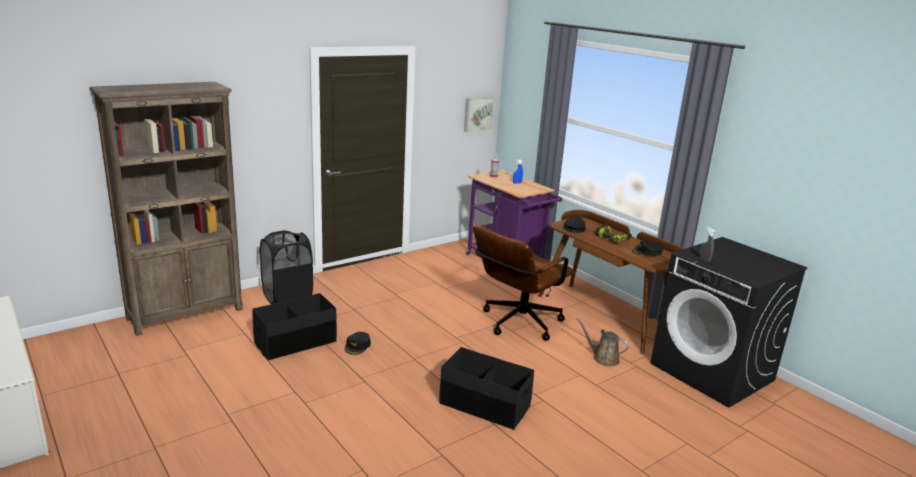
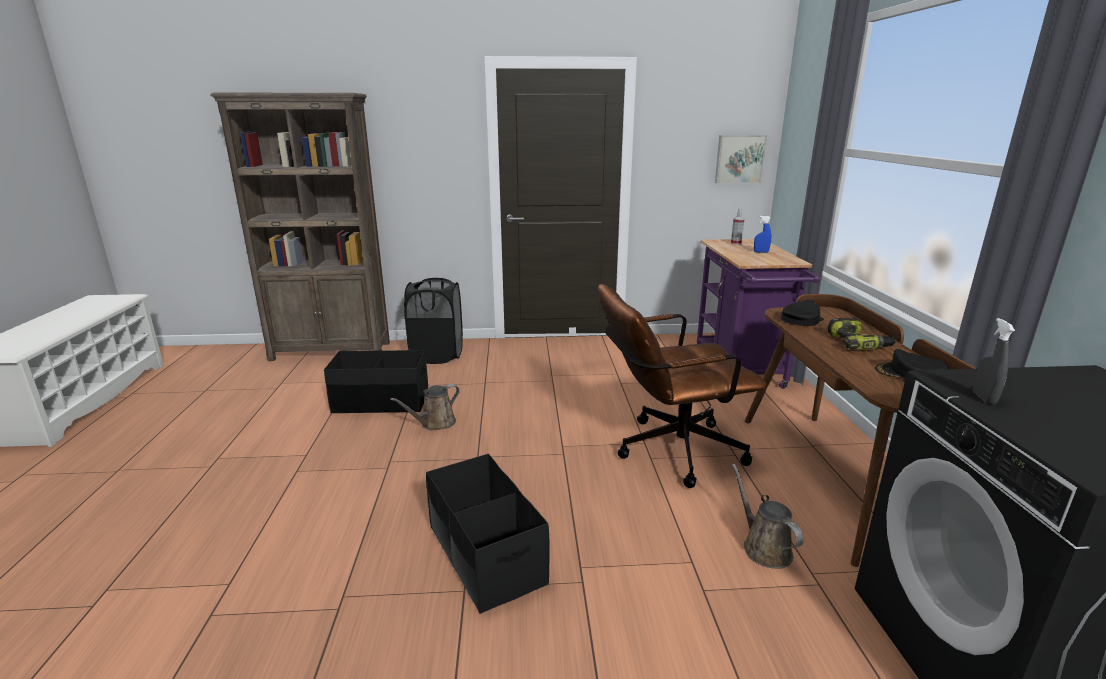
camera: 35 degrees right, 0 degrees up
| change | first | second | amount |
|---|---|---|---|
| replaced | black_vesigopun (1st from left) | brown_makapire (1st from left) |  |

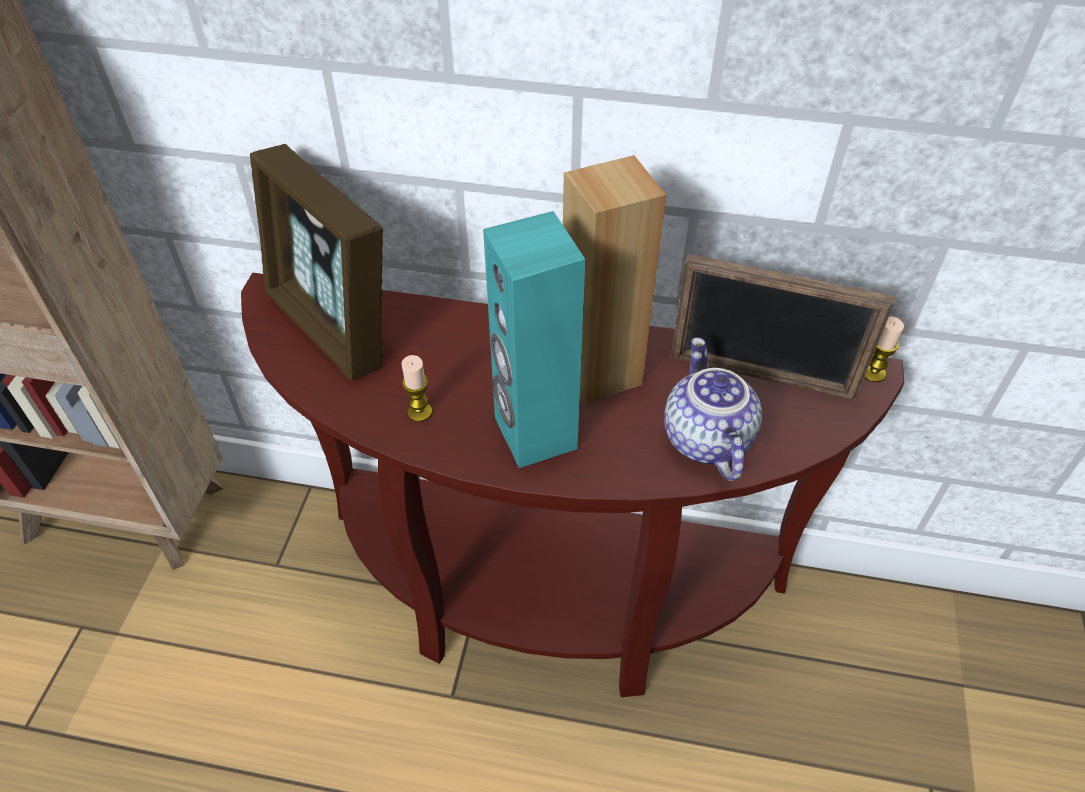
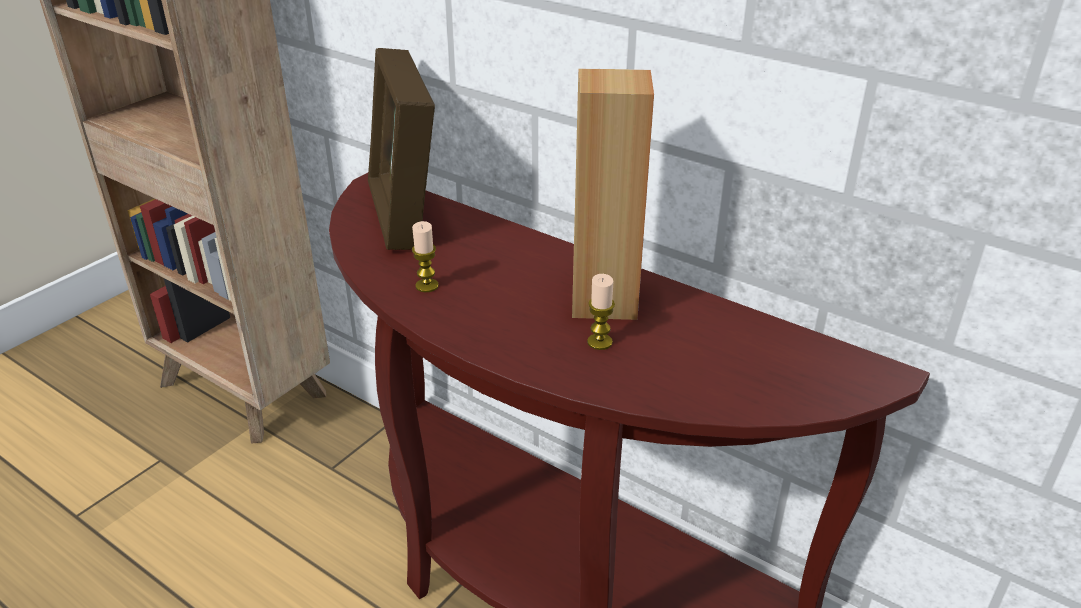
camera: 25 degrees right, 15 degrees down
| change | first | second | amount |
|---|---|---|---|
| removed | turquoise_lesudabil |  |  |
| removed | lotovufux |  |  |
| removed | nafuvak (2nd from left) |  |  |
| moved | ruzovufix (2nd from left) |  |  |

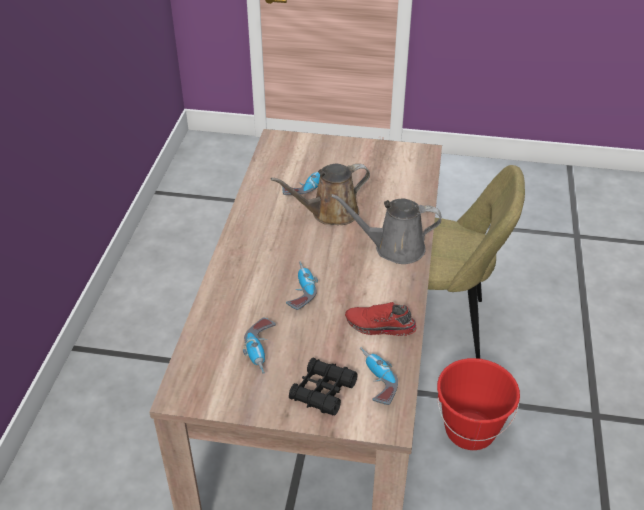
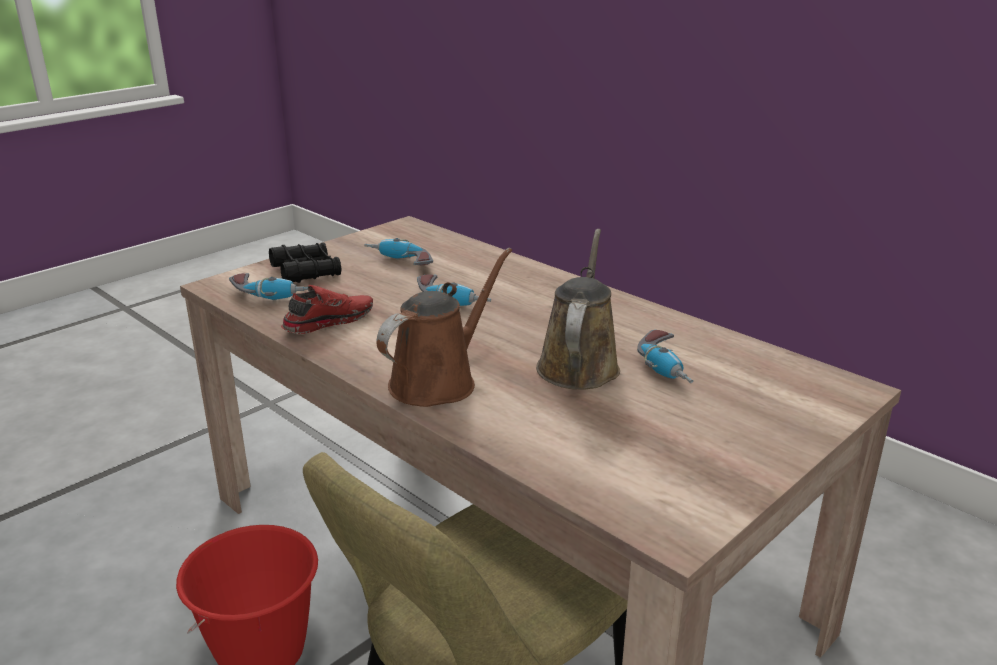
camera: 125 degrees right, 15 degrees down
| change | first | second | amount |
|---|---|---|---|
| recoloured | grey_makapire | brown_makapire (1st from left) |  |

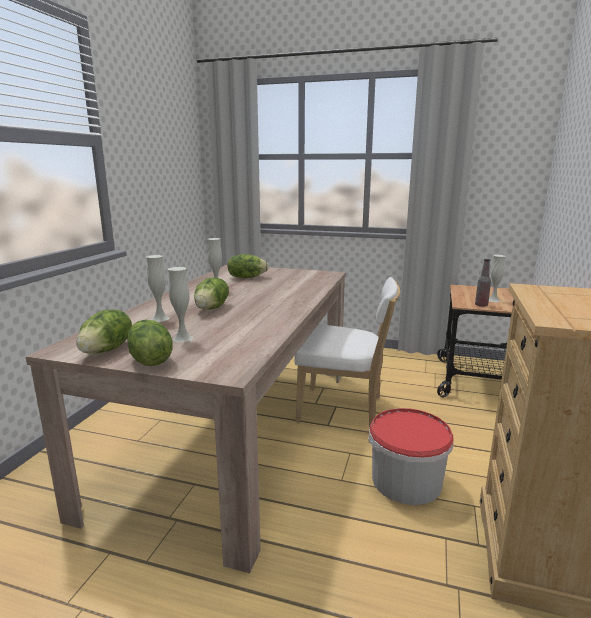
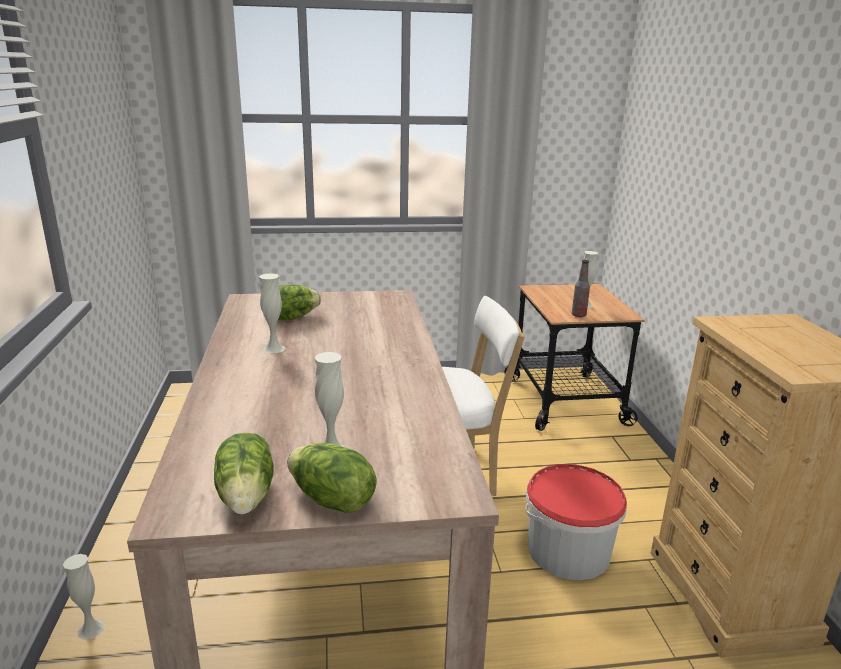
camera: 25 degrees left, 5 degrees up
| change | first | second | amount |
|---|---|---|---|
| removed | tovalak (3rd from left) |  |  |
| moved | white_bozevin (1st from left) |  |  |

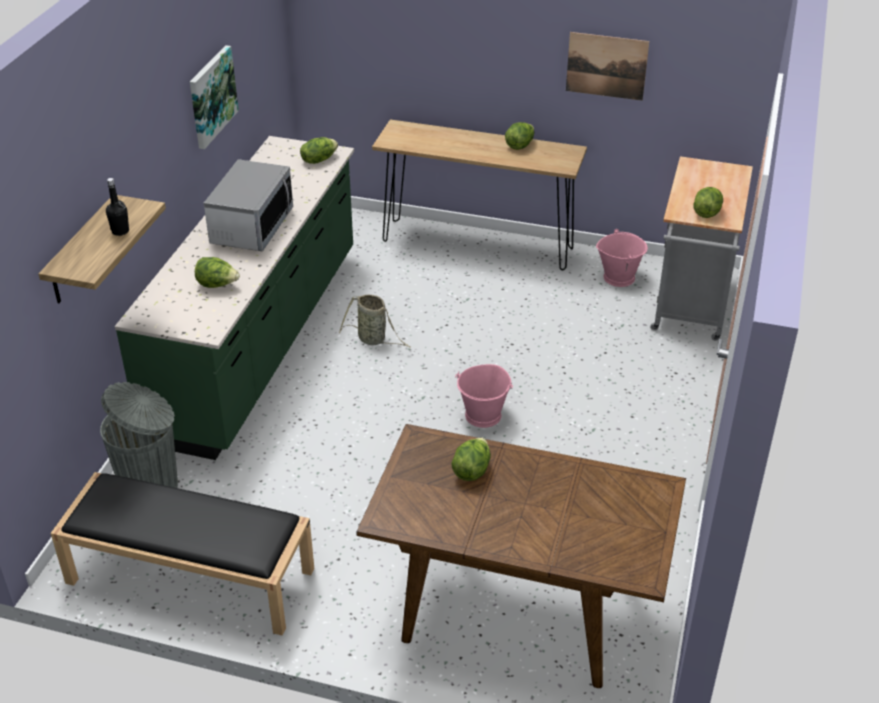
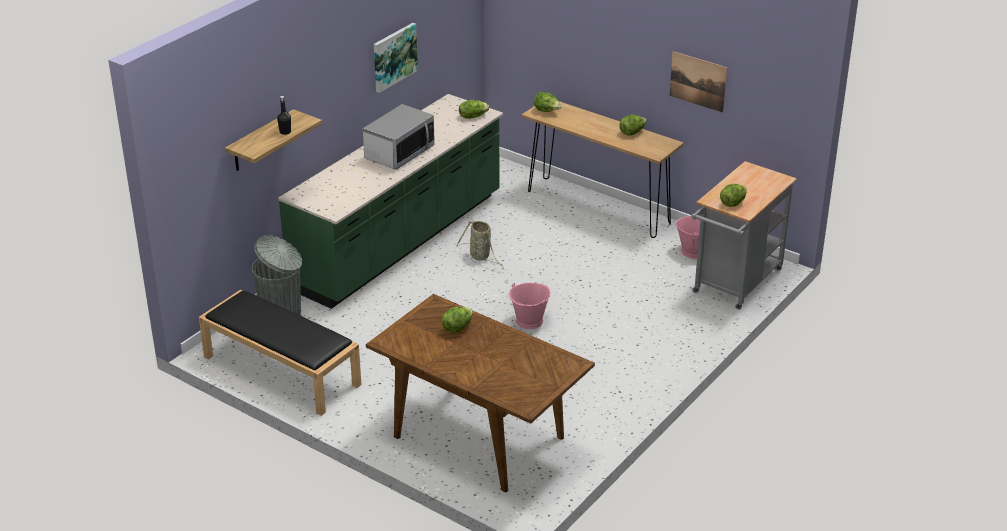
camera: 20 degrees right, 5 degrees down
| change | first | second | amount |
|---|---|---|---|
| moved | tovalak (1st from left in the first image) | tovalak (3rd from left) |  |

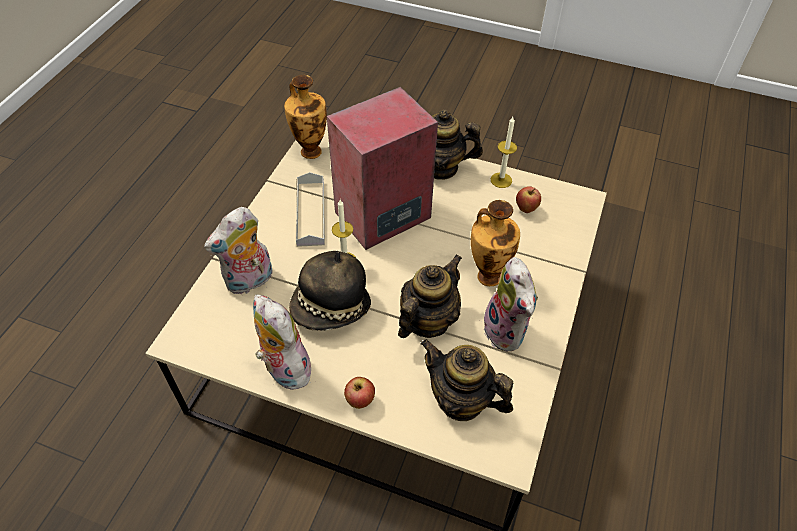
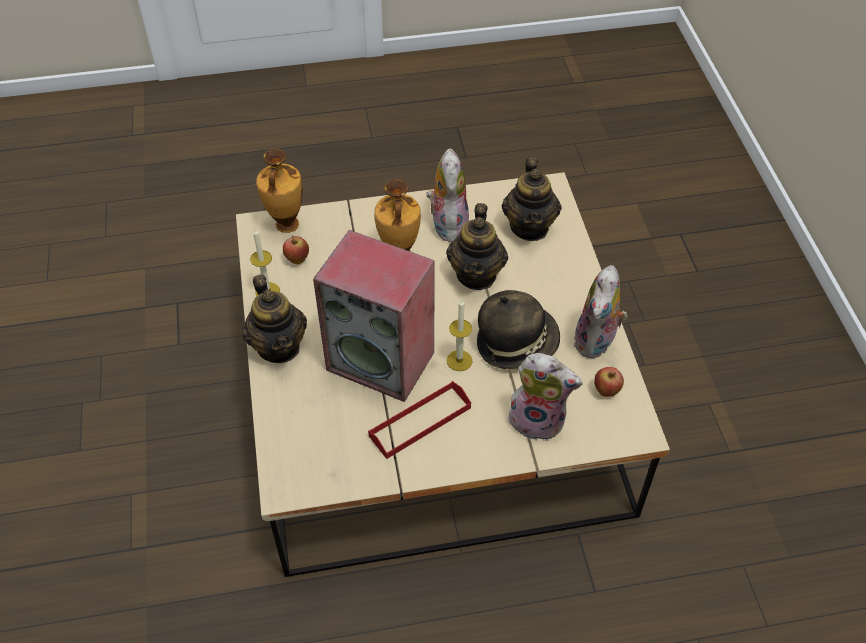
camera: 120 degrees left, 0 degrees up
| change | first | second | amount |
|---|---|---|---|
| moved | bozevin (1st from left) |  |  |
| moved | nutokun (1st from left in the first image) | nutokun (2nd from left) |  |
| recoloured | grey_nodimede | red_nodimede |  |
| turned | lotovufux (1st from left in the first image) | lotovufux (2nd from left) | 90 degrees counterclockwise |
| turned | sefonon (3rd from left in the first image) | sefonon (1st from left) | 45 degrees counterclockwise |

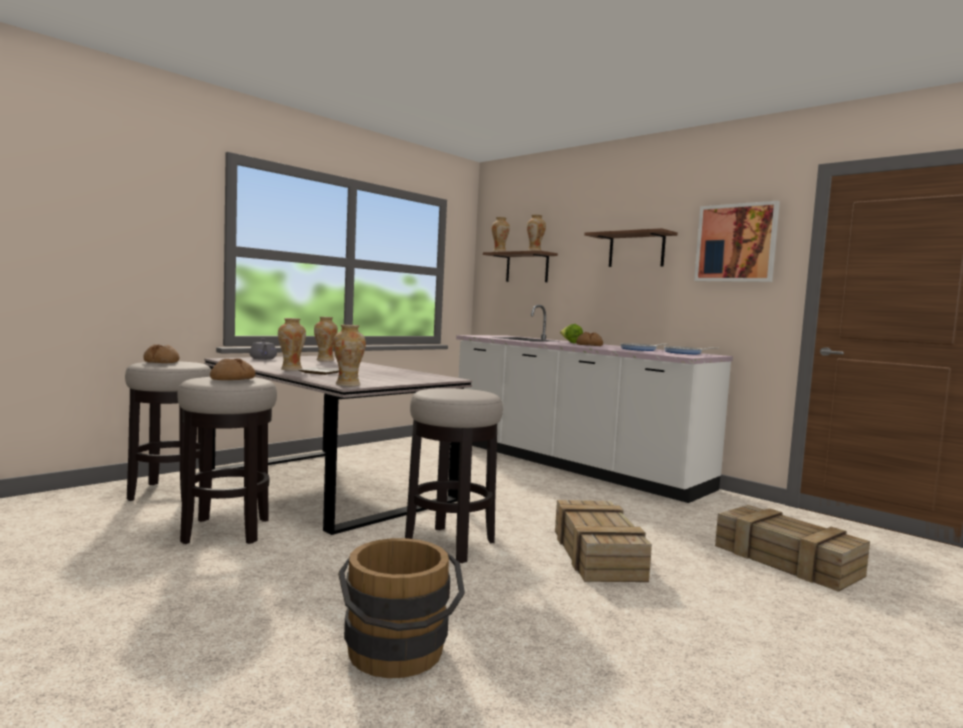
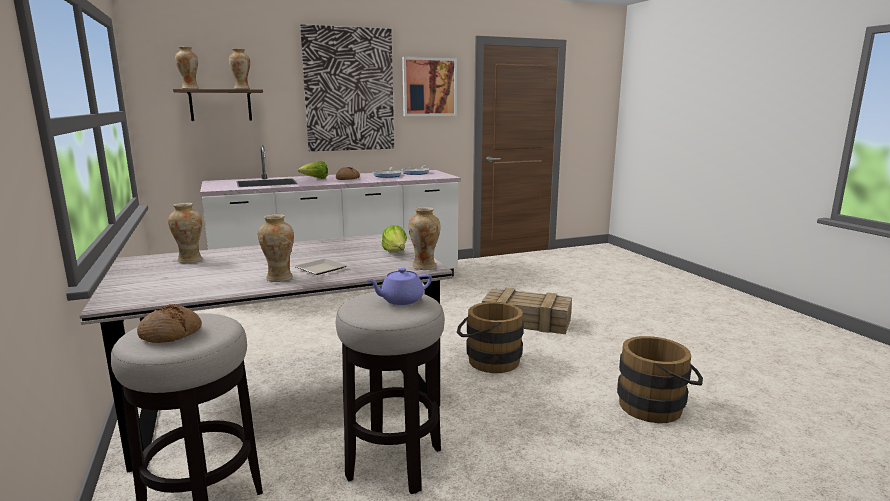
camera: 65 degrees left, 10 degrees up
| change | first | second | amount |
|---|---|---|---|
| removed | grey_lotovufux |  |  |
| removed | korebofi (2nd from left) |  |  |
| added |  | tovalak (2nd from left) |  |
| replaced | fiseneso (2nd from left) | purple_lotovufux |  |
| replaced | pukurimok (3rd from left) | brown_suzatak (1st from left) |  |
| replaced | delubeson (2nd from left) | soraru (1st from left) |  |

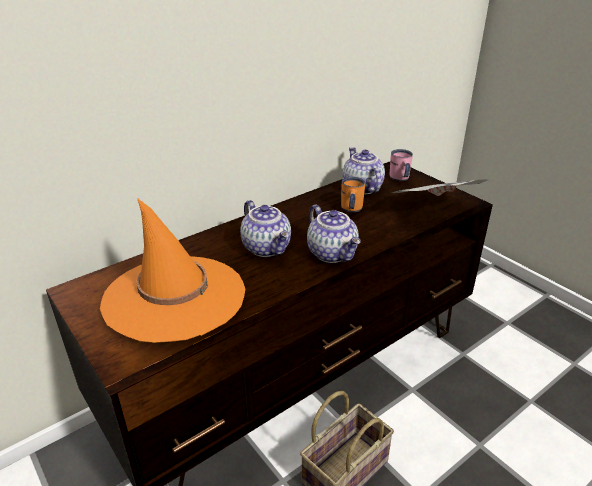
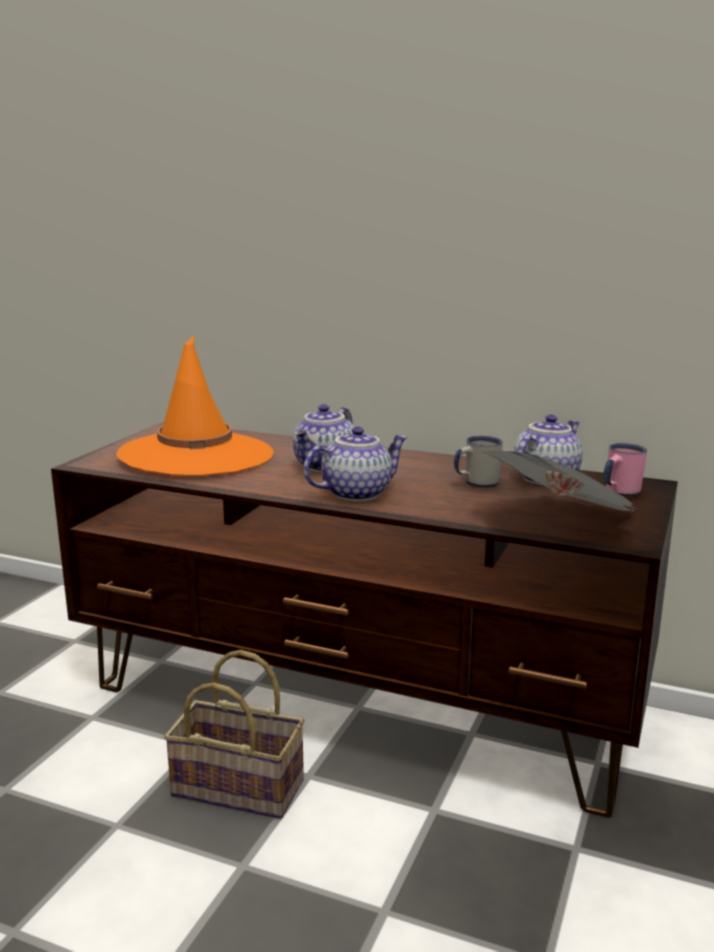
camera: 60 degrees right, 15 degrees down
| change | first | second | amount |
|---|---|---|---|
| recoloured | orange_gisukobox | white_gisukobox |  |
| turned | lotovufux (2nd from left) |  | 150 degrees counterclockwise |

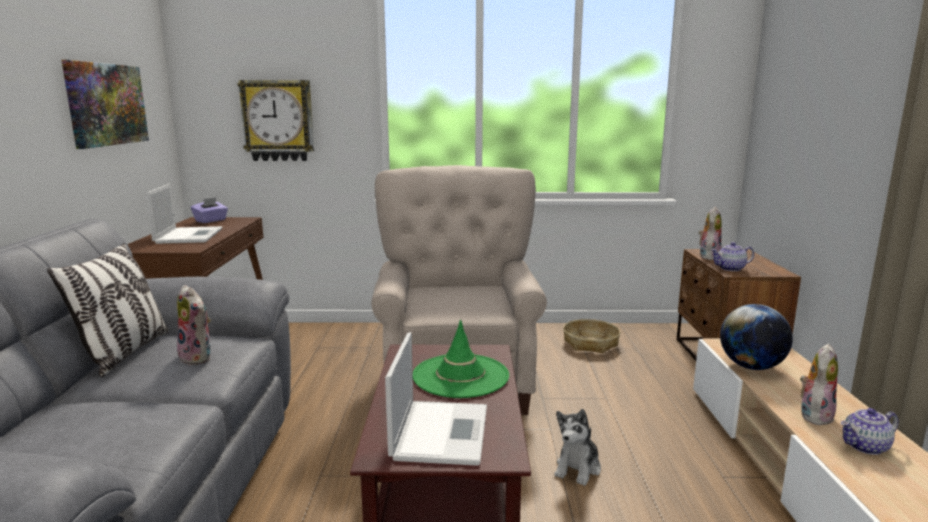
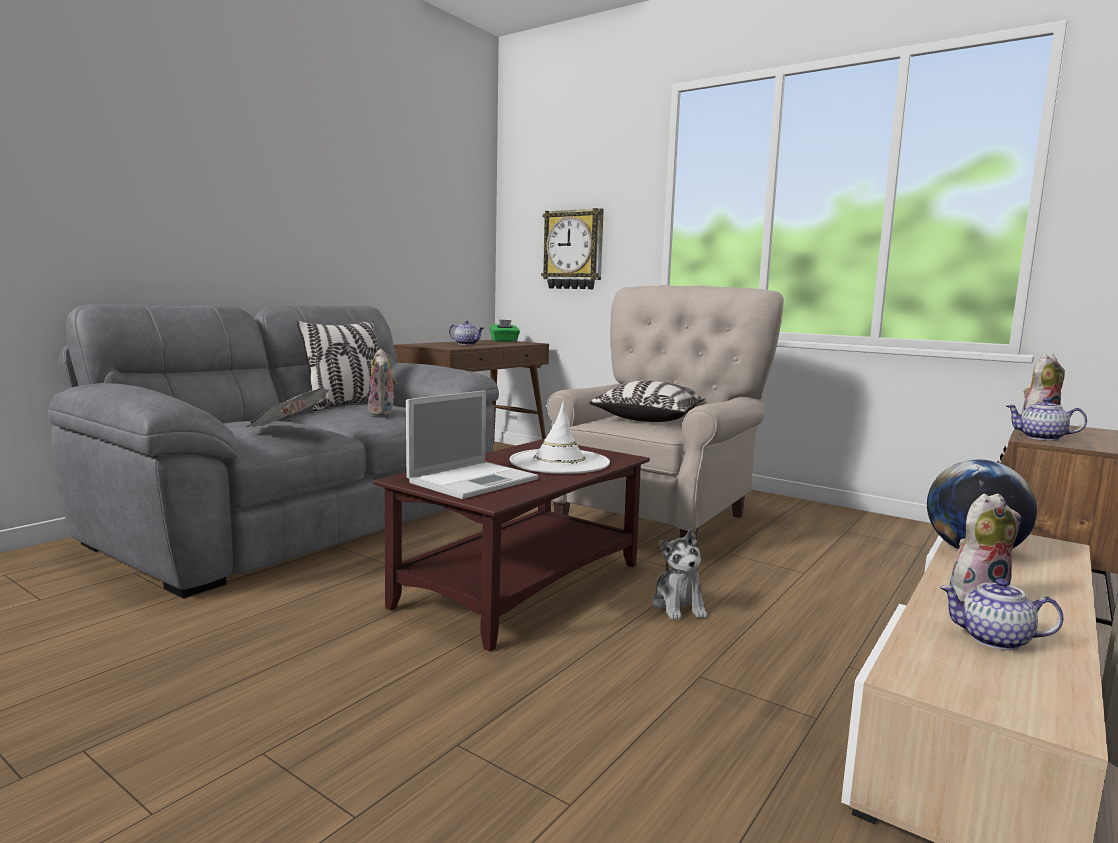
camera: 35 degrees right, 5 degrees down
| change | first | second | amount |
|---|---|---|---|
| removed | soraru |  |  |
| removed | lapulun |  |  |
| added |  | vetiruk |  |
| added |  | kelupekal (2nd from left) |  |
| replaced | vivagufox (1st from left) | lotovufux (1st from left) |  |
| recoloured | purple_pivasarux | green_pivasarux |  |
| recoloured | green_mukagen | white_mukagen |  |
| turned | sefonon (2nd from left) |  | 75 degrees counterclockwise |

